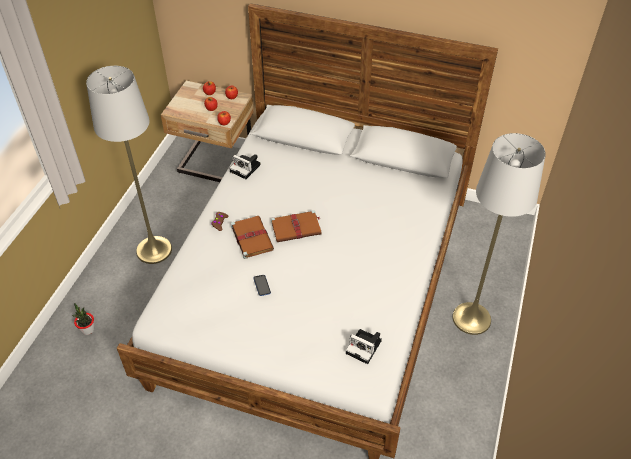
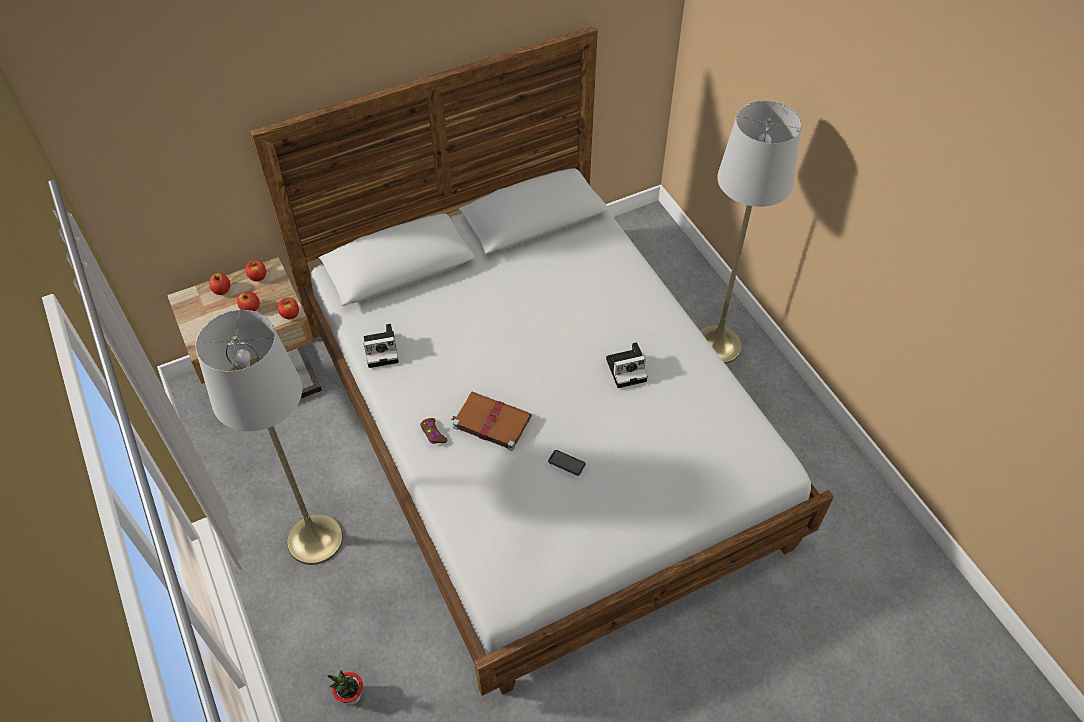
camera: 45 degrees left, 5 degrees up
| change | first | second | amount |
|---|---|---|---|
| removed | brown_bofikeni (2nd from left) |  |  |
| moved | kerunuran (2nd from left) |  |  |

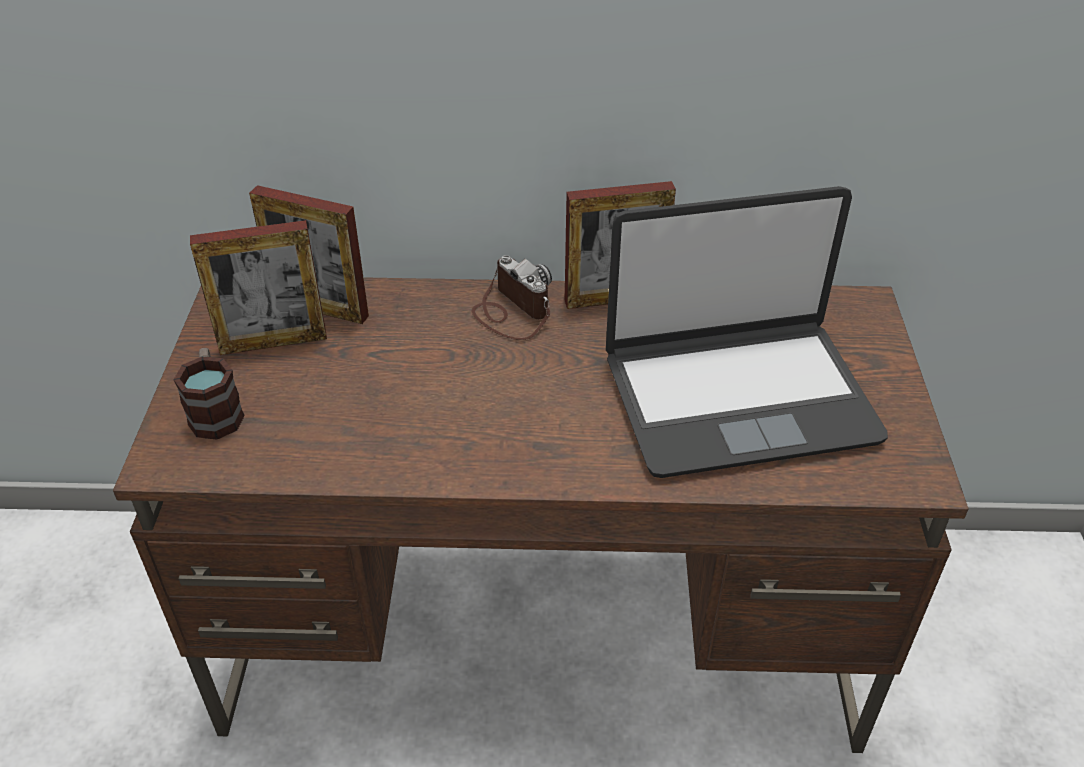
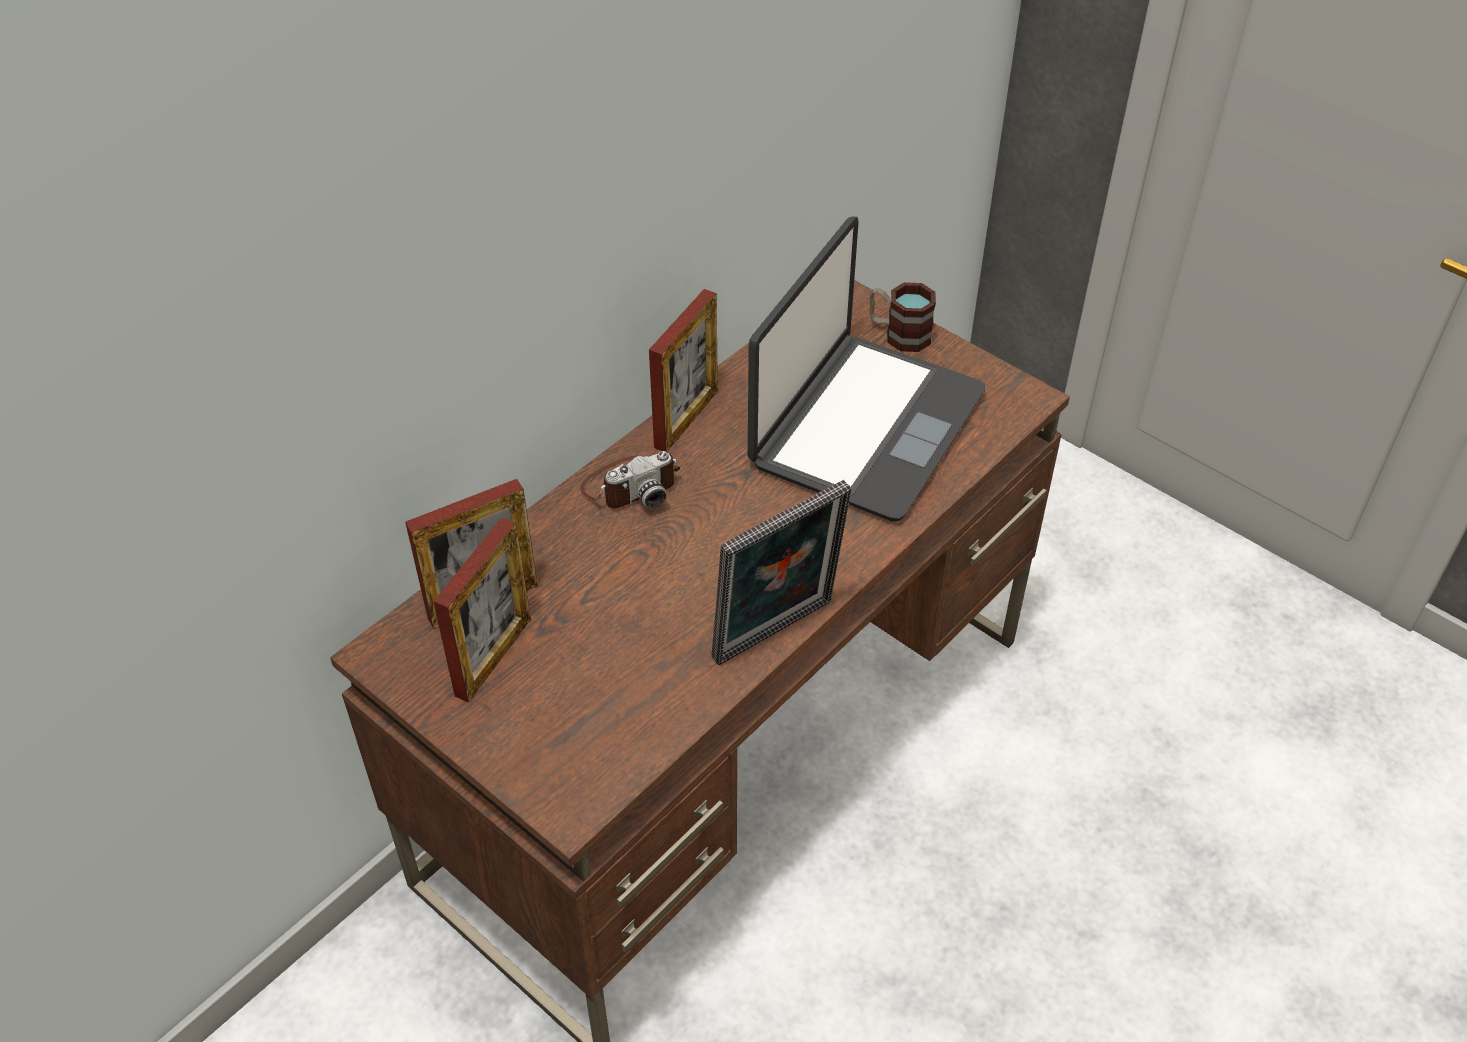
camera: 50 degrees left, 5 degrees up
| change | first | second | amount |
|---|---|---|---|
| added |  | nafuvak (4th from left) |  |
| moved | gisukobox |  |  |
| turned | kerunuran |  | 150 degrees clockwise |

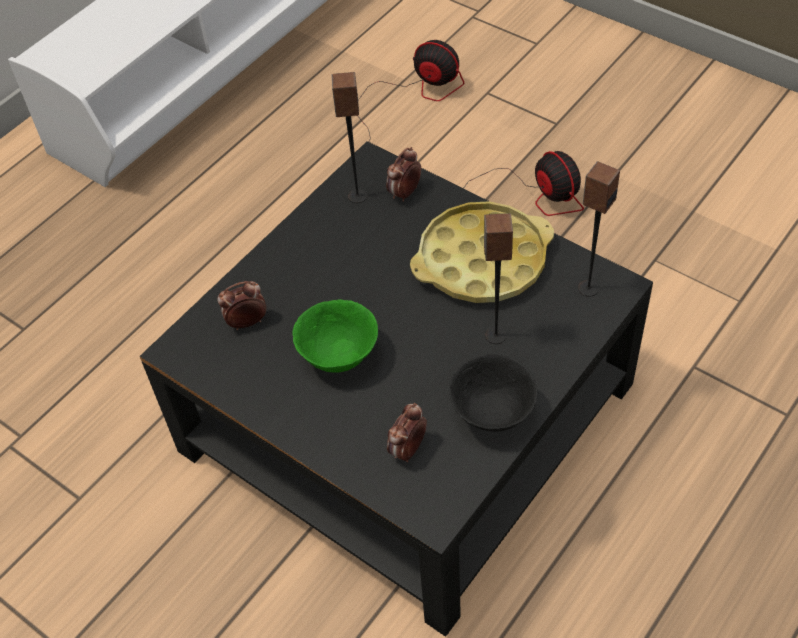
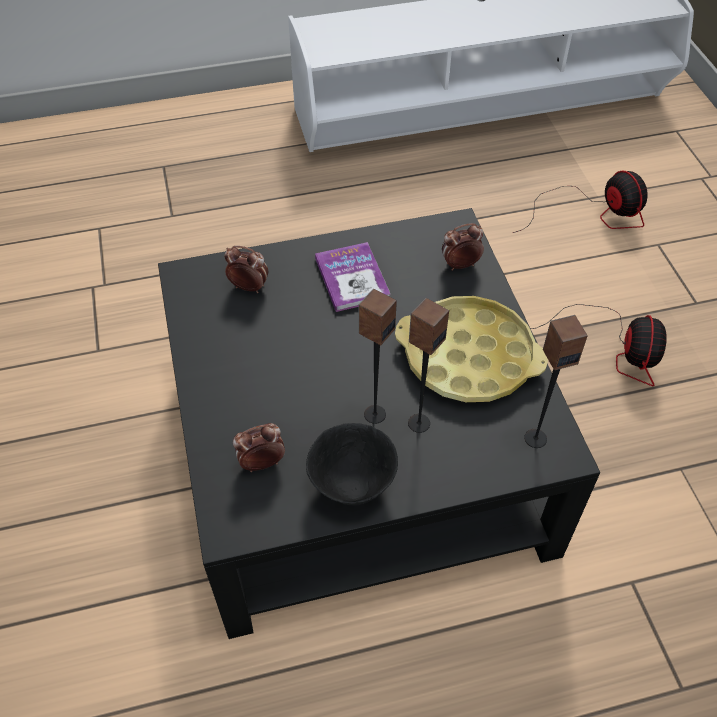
camera: 35 degrees right, 0 degrees up
| change | first | second | amount |
|---|---|---|---|
| removed | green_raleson |  |  |
| added |  | bofikeni |  |
| moved | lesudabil (1st from left) |  |  |

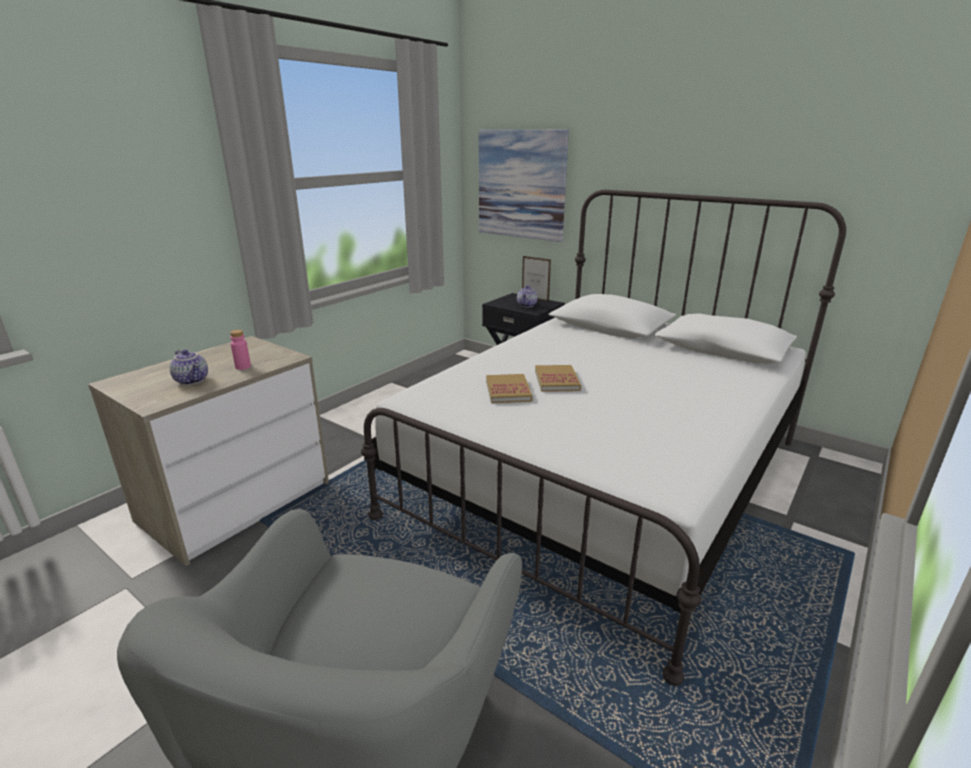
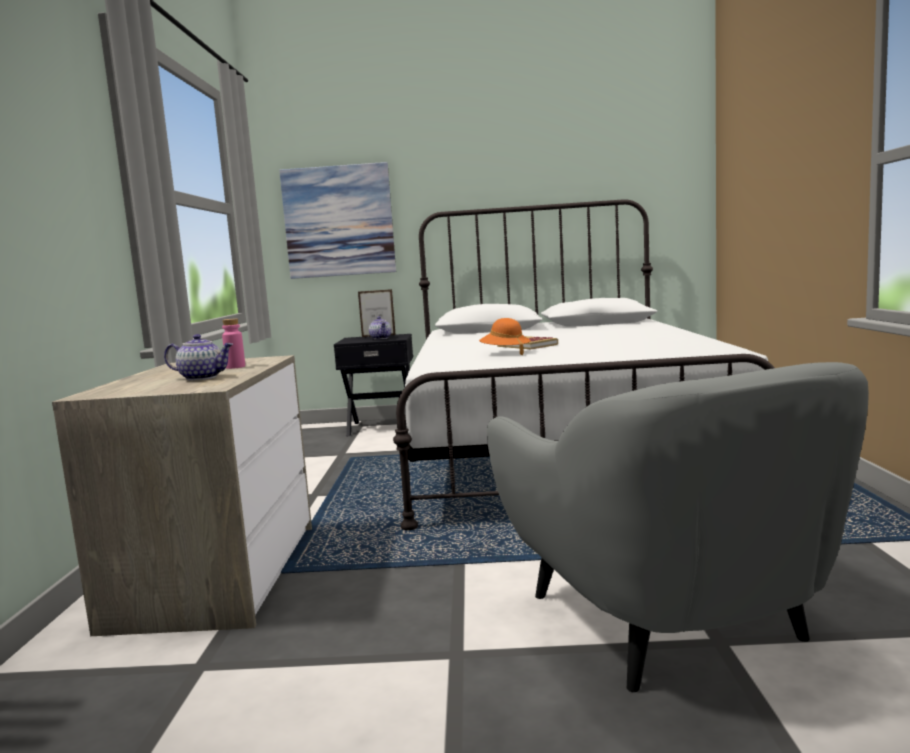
camera: 35 degrees left, 15 degrees down
| change | first | second | amount |
|---|---|---|---|
| replaced | bofikeni (1st from left) | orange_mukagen |  |

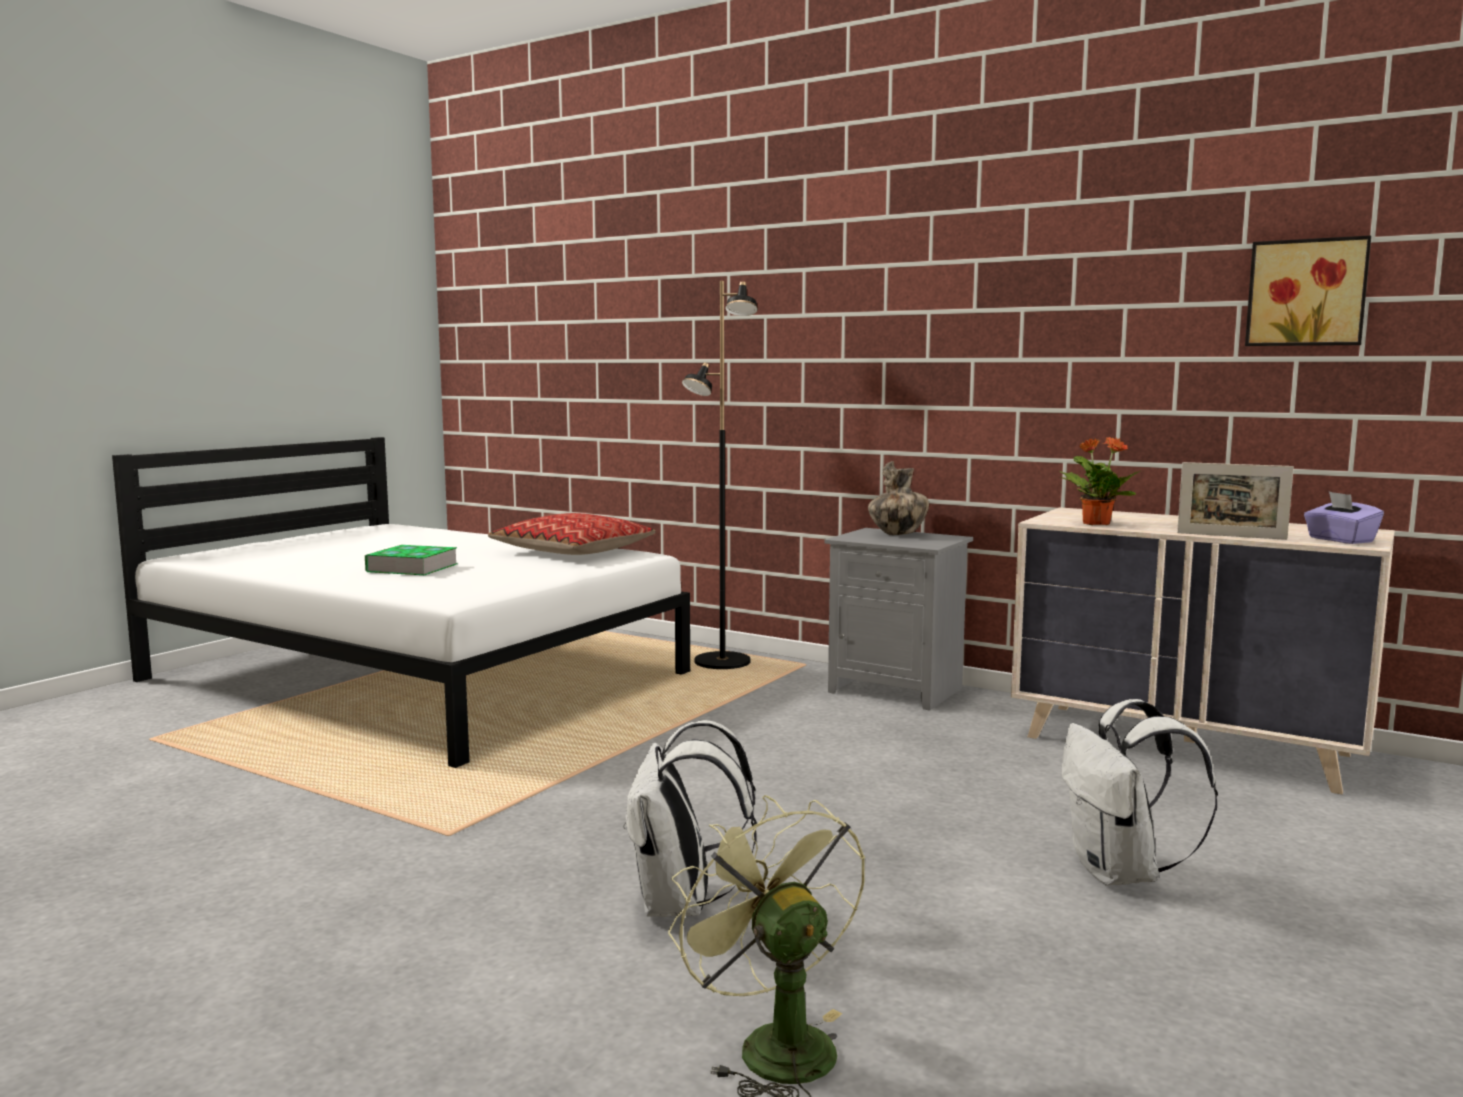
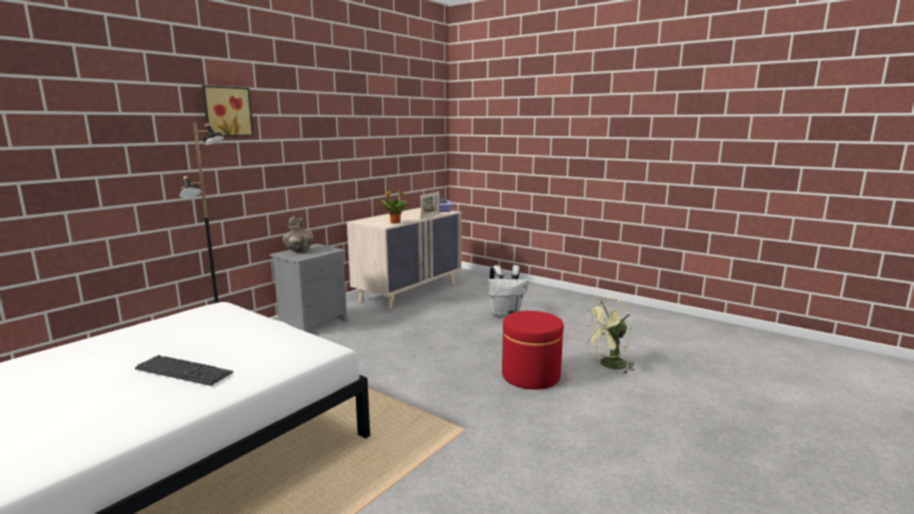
camera: 85 degrees left, 5 degrees up
| change | first | second | amount |
|---|---|---|---|
| removed | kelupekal |  |  |
| moved | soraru |  |  |
| replaced | bofikeni | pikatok |  |
| replaced | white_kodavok (1st from left) | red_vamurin |  |

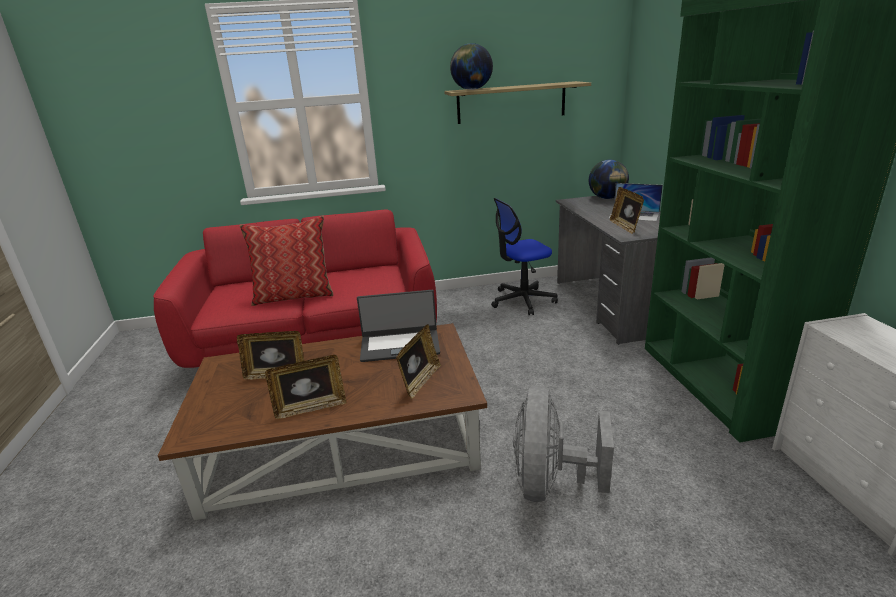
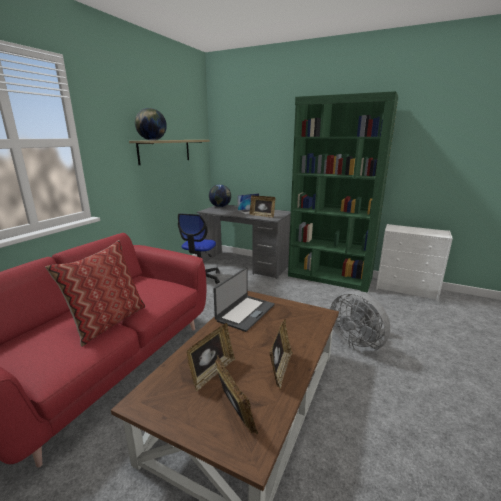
camera: 55 degrees left, 5 degrees down
| change | first | second | amount |
|---|---|---|---|
| moved | nafuvak (3rd from left in the first image) | nafuvak (2nd from left) |  |

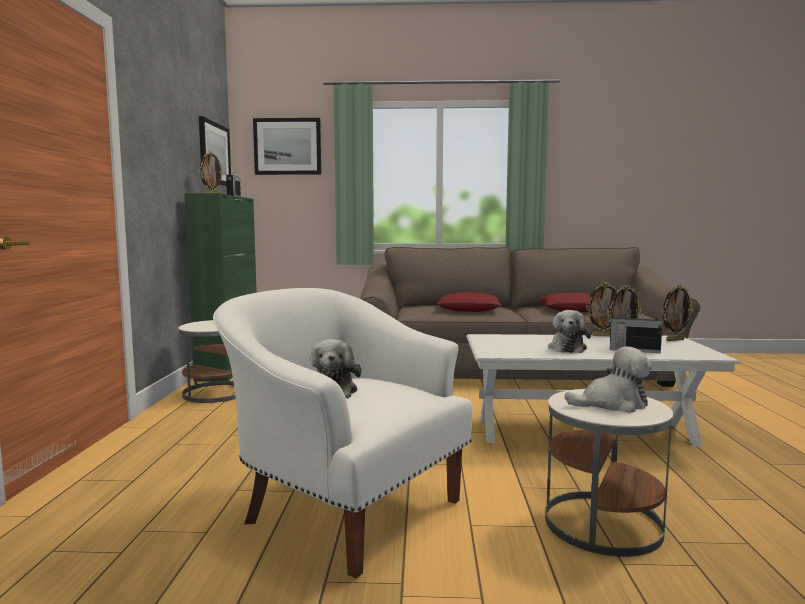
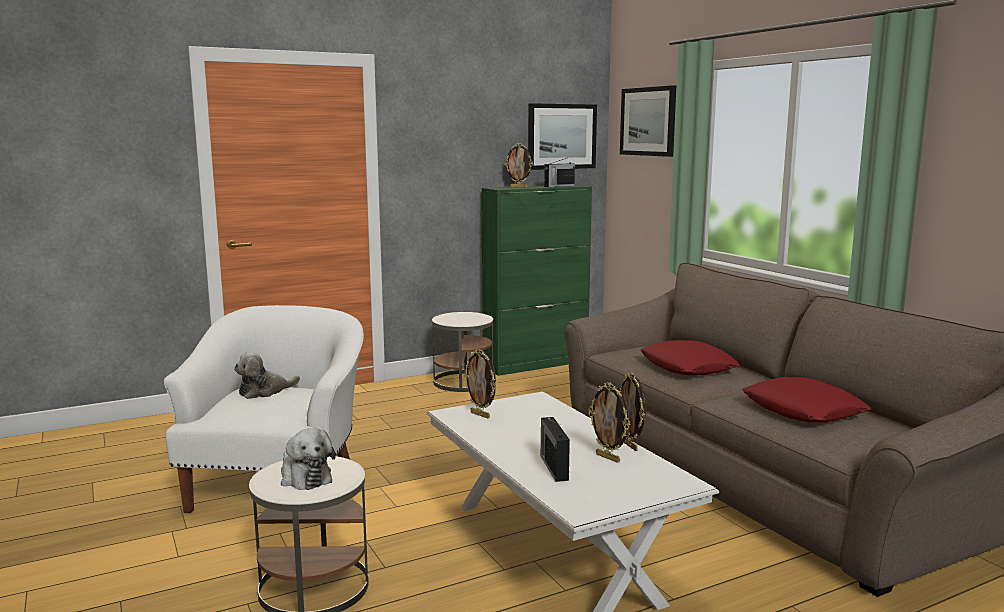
camera: 60 degrees right, 5 degrees up
| change | first | second | amount |
|---|---|---|---|
| removed | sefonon (2nd from left) |  |  |
| moved | nafuvak (4th from left in the first image) | nafuvak (1st from left) |  |

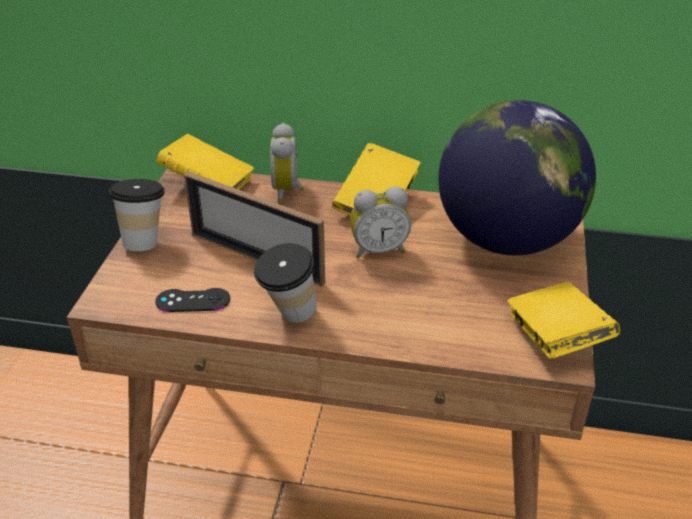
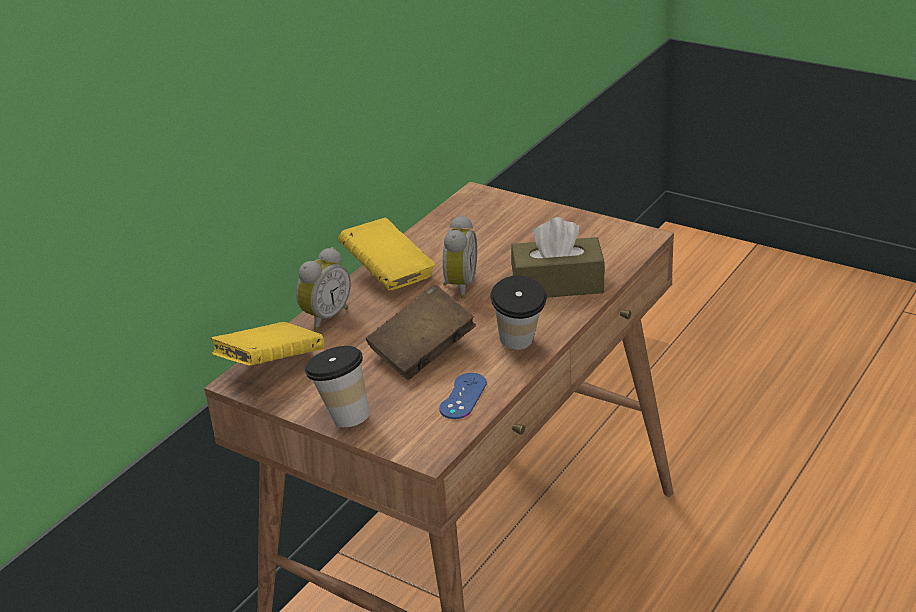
camera: 65 degrees left, 5 degrees down
| change | first | second | amount |
|---|---|---|---|
| removed | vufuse |  |  |
| removed | yellow_bofikeni (3rd from left) |  |  |
| added |  | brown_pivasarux |  |
| replaced | nafuvak | brown_bofikeni |  |
| recoloured | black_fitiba | blue_fitiba |  |
| turned | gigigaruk (1st from left) |  | 75 degrees counterclockwise |

